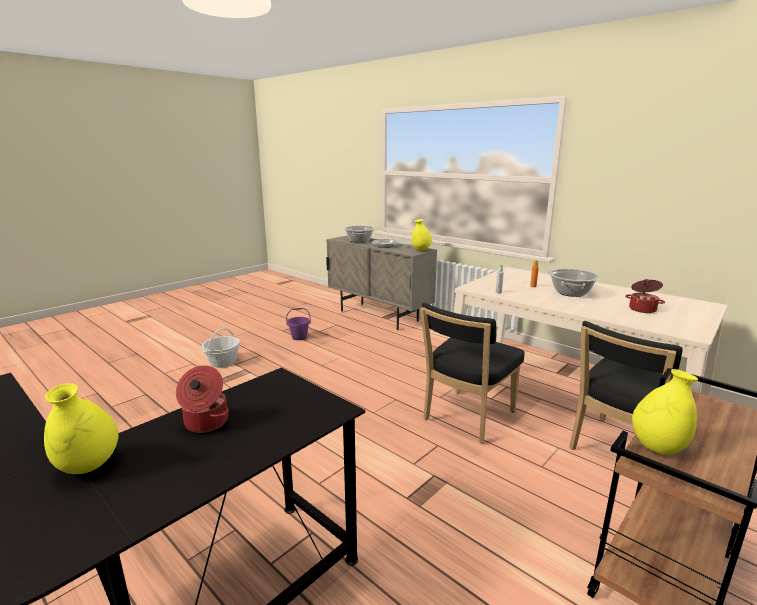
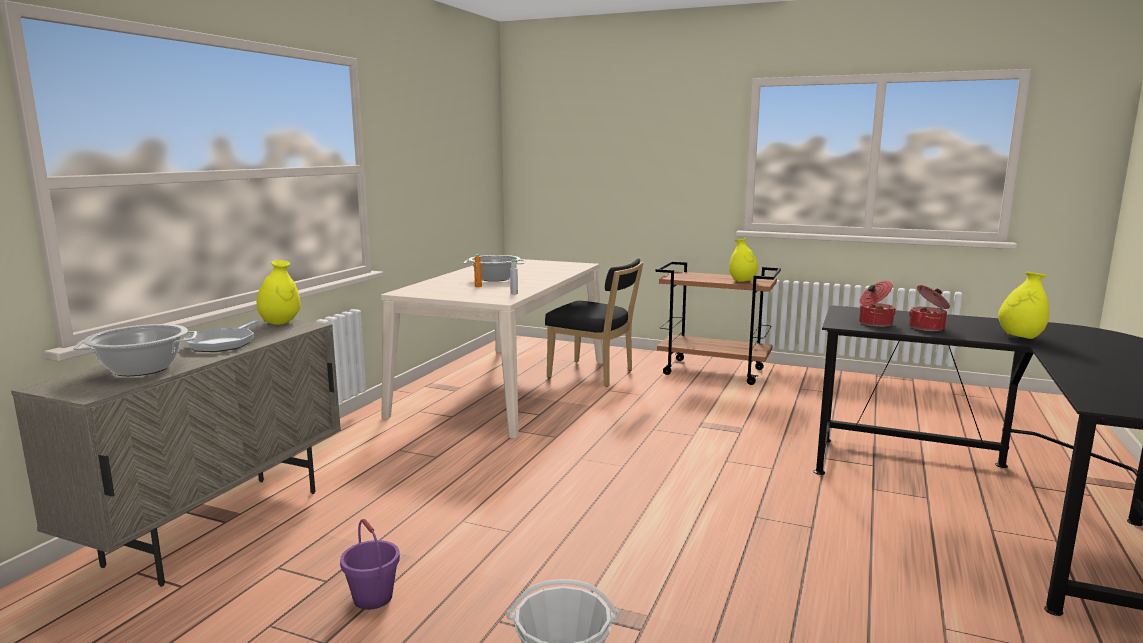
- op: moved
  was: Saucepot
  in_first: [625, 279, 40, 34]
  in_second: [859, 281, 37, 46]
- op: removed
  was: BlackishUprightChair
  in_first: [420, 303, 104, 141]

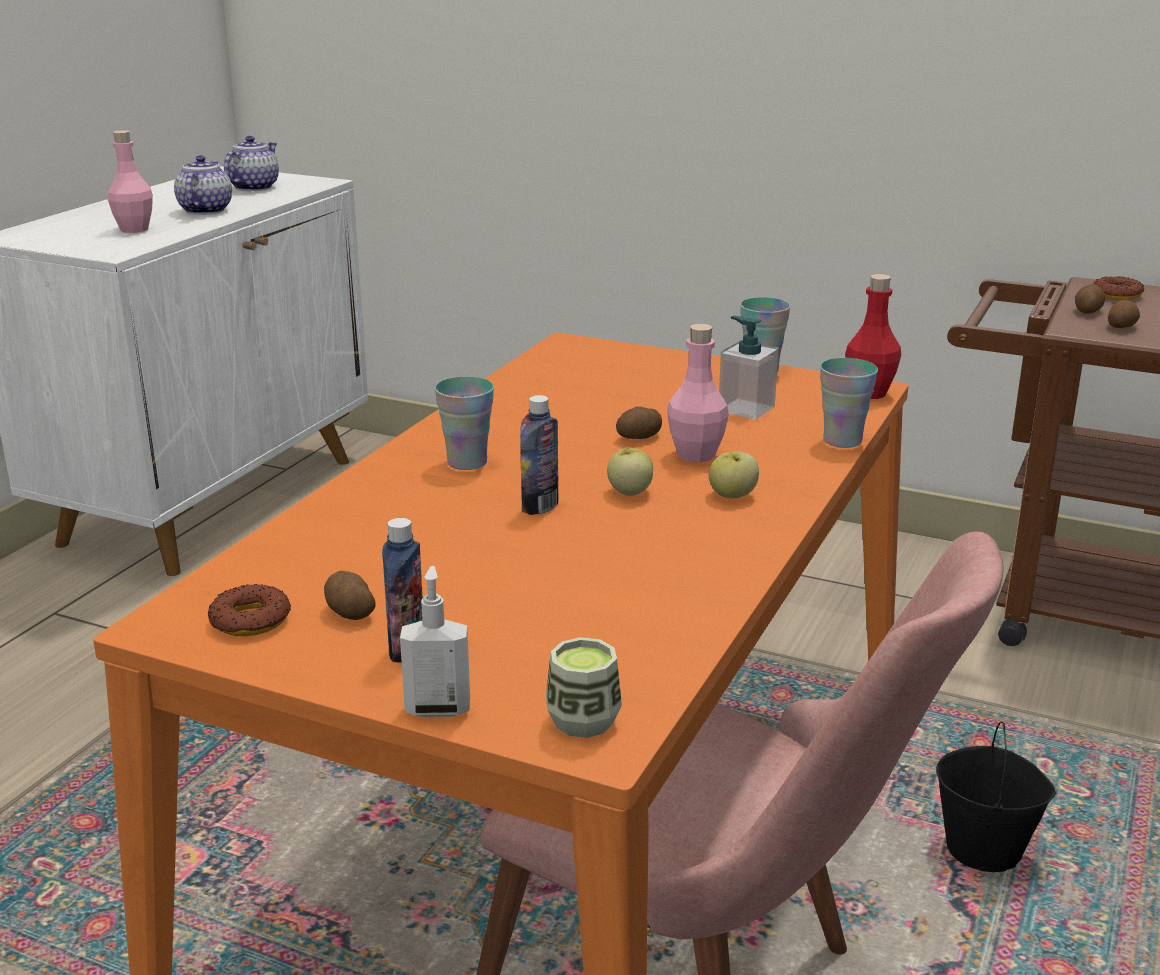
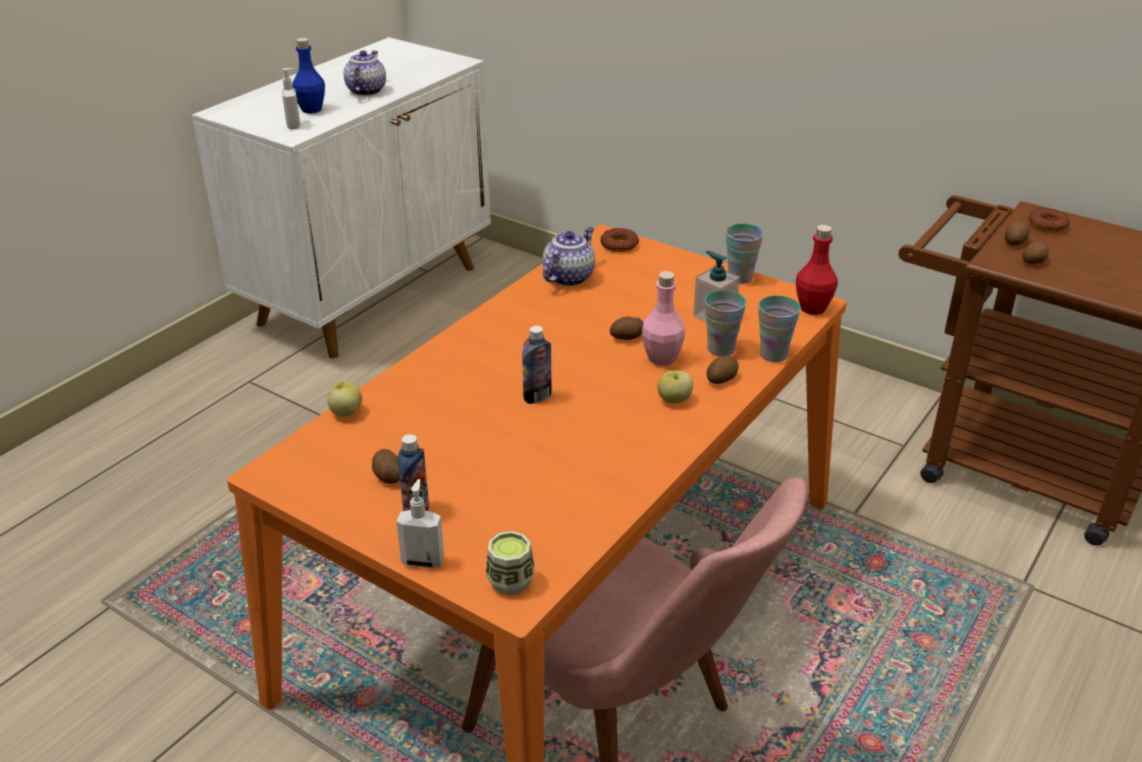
- op: added
  now: SoapBottle
  in_second: [282, 68, 19, 61]
- op: recoloured
  was: PinkColouredDrinkBottle
  now: BlueColouredDrinkBottle
  in_first: [108, 130, 45, 103]
  in_second: [292, 38, 33, 76]
- op: moved
  was: WholeApple
  in_first: [607, 447, 46, 49]
  in_second: [327, 381, 35, 36]
- op: moved
  was: PotForTea
  in_first: [224, 136, 55, 55]
  in_second: [543, 227, 52, 59]
- op: moved
  was: Donut
  in_first: [208, 584, 83, 52]
  in_second: [600, 228, 39, 24]
- op: moved
  was: DrinkingCup
  in_first: [435, 376, 59, 94]
  in_second: [705, 290, 41, 66]
- op: added
  now: WholePotato
  in_second: [707, 355, 32, 29]
- op: removed
  was: BlackishBucket
  in_first: [936, 721, 120, 151]

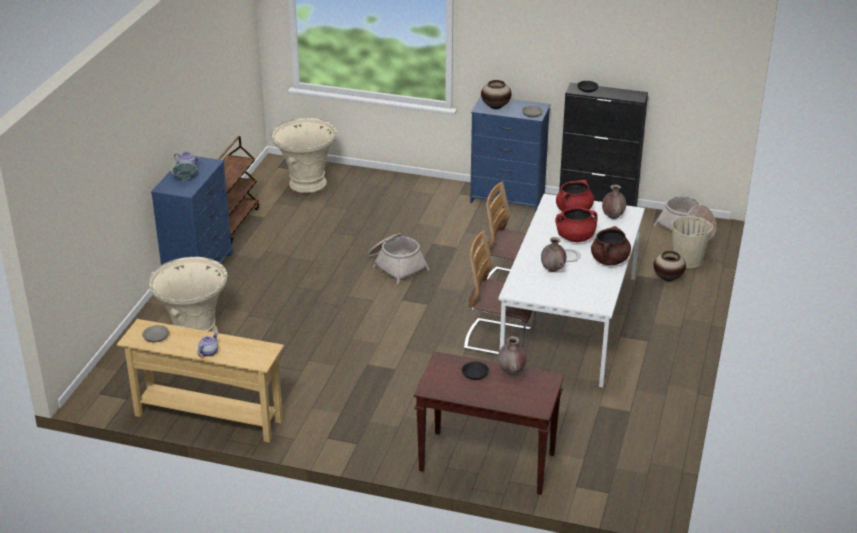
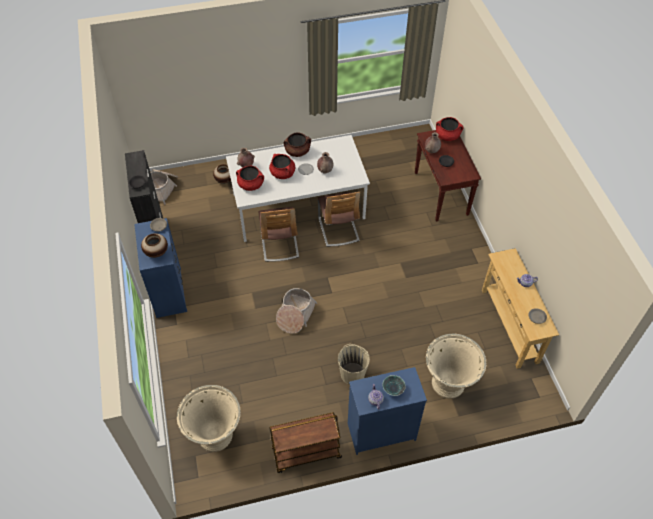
- op: moved
  was: SandColouredBucket
  in_first: [672, 214, 42, 54]
  in_second: [338, 344, 32, 41]
- op: added
  now: ReddishSaucepot
  in_second: [436, 117, 27, 24]

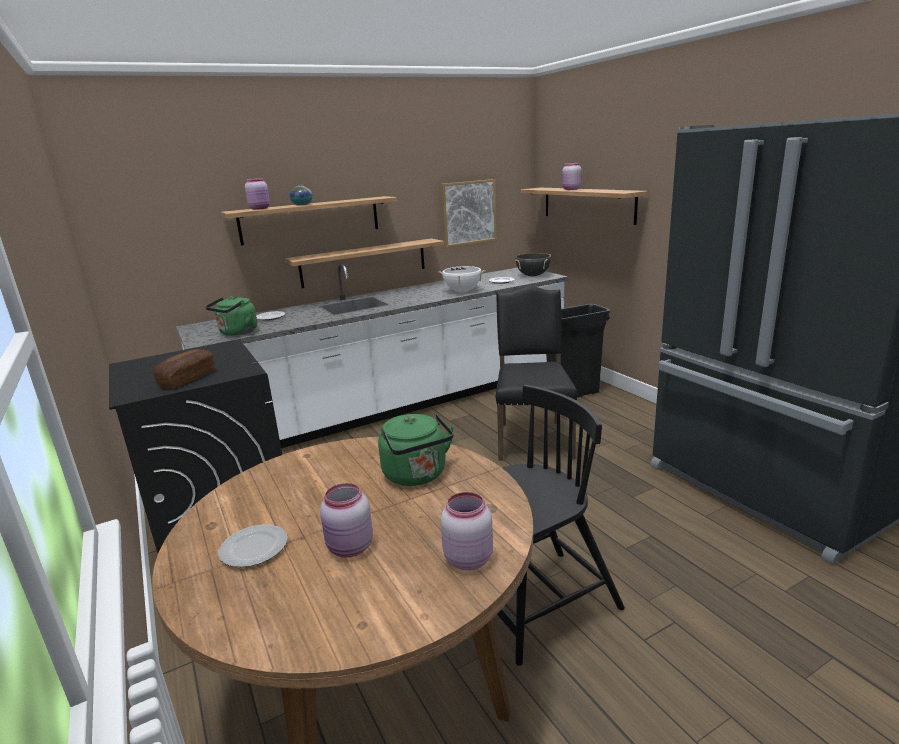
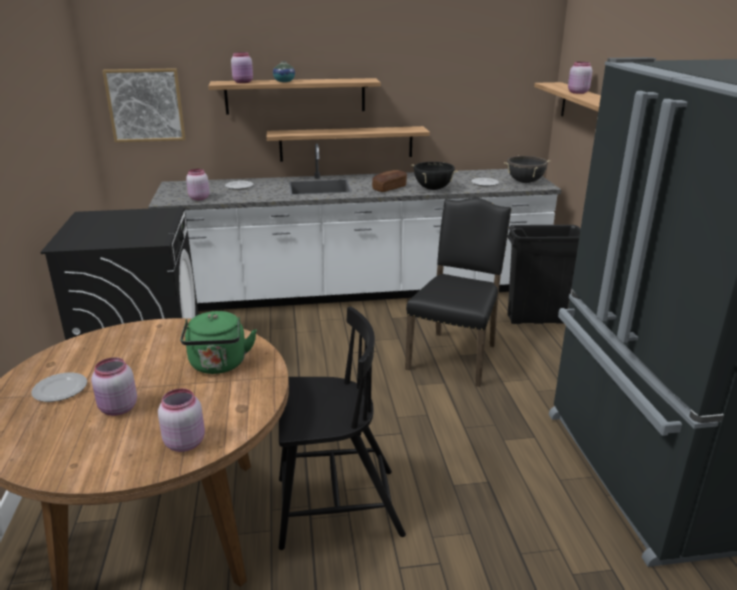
- op: moved
  was: Picture
  in_first: [441, 179, 56, 68]
  in_second: [102, 68, 83, 74]
- op: replaced
  was: GreenColouredWaterKettle
  now: PinkColouredJar
  in_first: [205, 296, 52, 40]
  in_second: [186, 169, 24, 31]
- op: moved
  was: BakeryBread
  in_first: [153, 349, 62, 39]
  in_second: [372, 170, 35, 22]
- op: recoloured
  was: WhitishSaucepot
  now: BlackishSaucepot
  in_first: [438, 266, 48, 26]
  in_second: [411, 162, 47, 28]

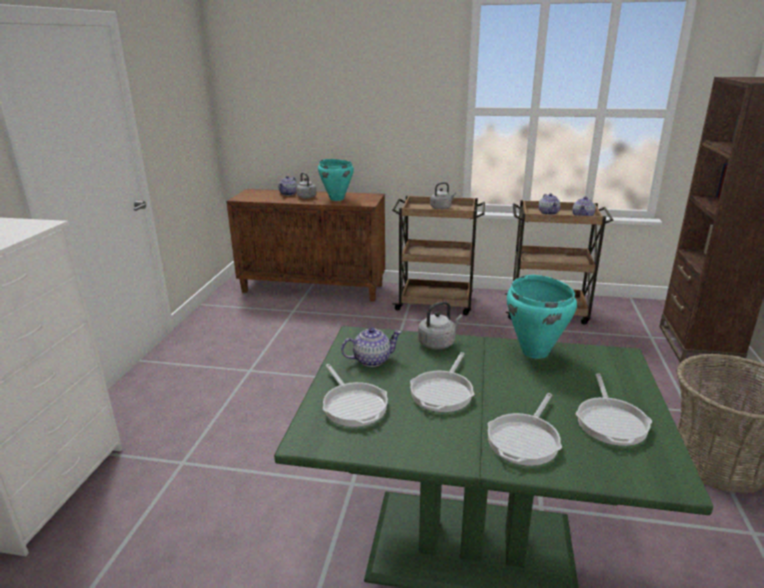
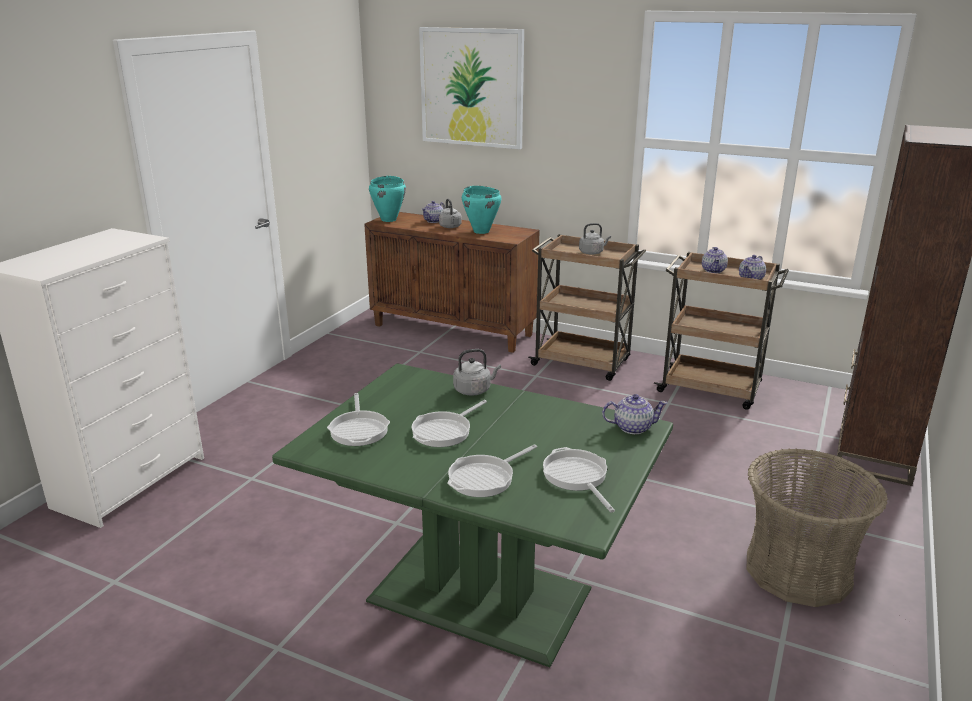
- op: moved
  was: BlueGreenSaucepot
  in_first: [507, 275, 70, 84]
  in_second: [369, 176, 37, 46]
- op: added
  now: Picture
  in_second: [419, 27, 105, 122]
- op: turned
  was: Skillet
  in_first: [576, 373, 76, 73]
  in_second: [543, 447, 72, 66]
  clockwise: 135
- op: moved
  was: PotForTea
  in_first: [341, 327, 61, 40]
  in_second: [602, 394, 65, 40]

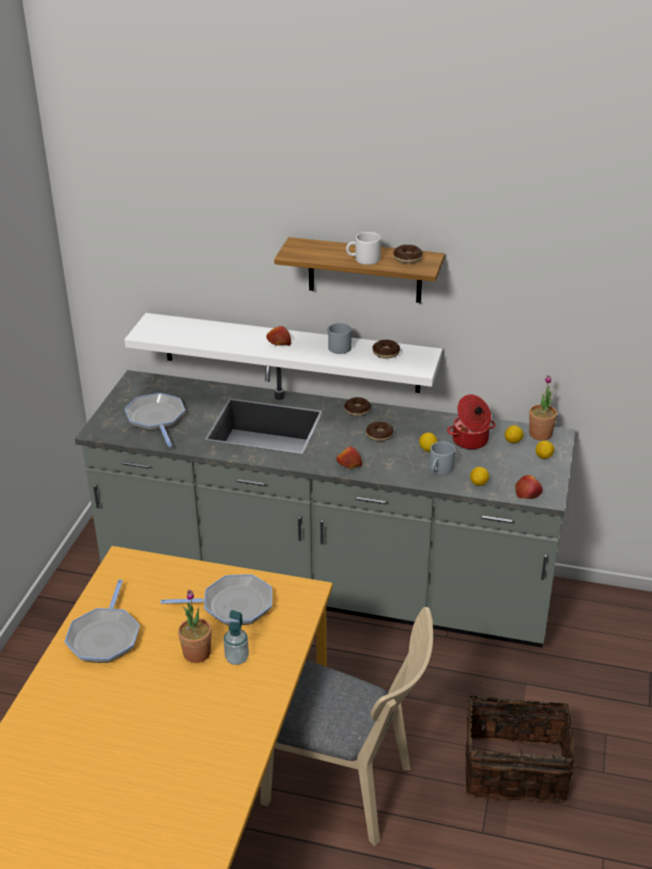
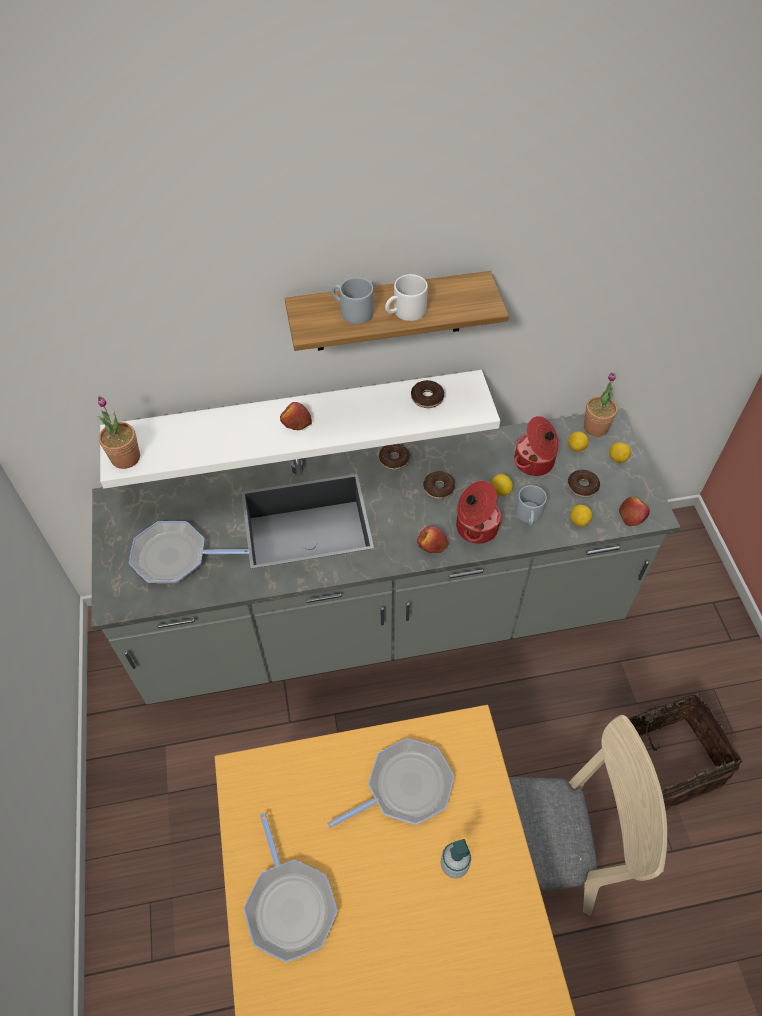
- op: moved
  was: PlantInAPot
  in_first: [178, 590, 34, 73]
  in_second: [97, 396, 43, 73]
- op: turned
  was: Skillet
  in_first: [125, 393, 60, 54]
  in_second: [129, 521, 121, 62]
  clockwise: -45
- op: moved
  was: GreyMug
  in_first: [327, 323, 25, 31]
  in_second: [332, 277, 42, 47]
- op: added
  now: Saucepot
  in_second: [456, 481, 46, 63]
- op: moved
  was: Donut
  in_first: [394, 245, 29, 18]
  in_second: [568, 470, 32, 27]

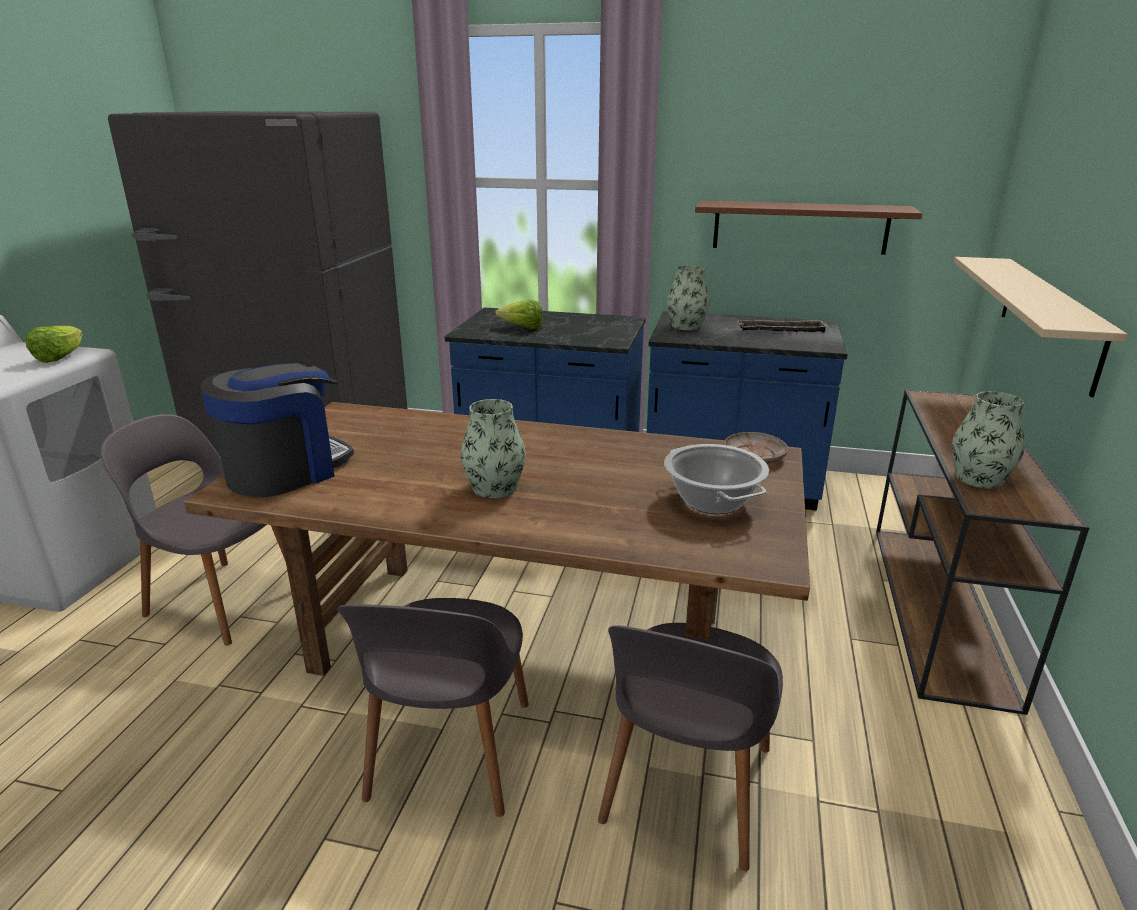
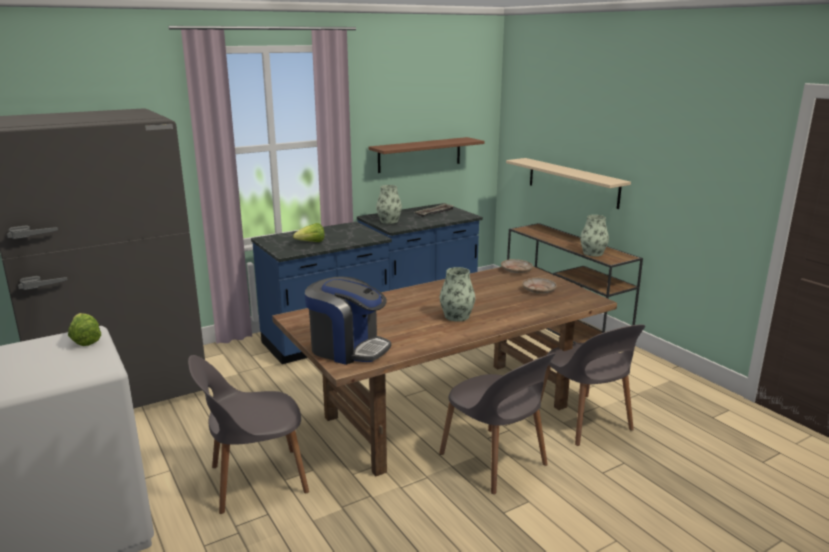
- op: turned
  was: CoffeeMachine
  in_first: [200, 361, 154, 136]
  in_second: [305, 276, 86, 89]
  clockwise: 120
- op: replaced
  was: Saucepot
  now: SandColouredFlatDish
  in_first: [664, 444, 105, 70]
  in_second: [522, 278, 35, 16]

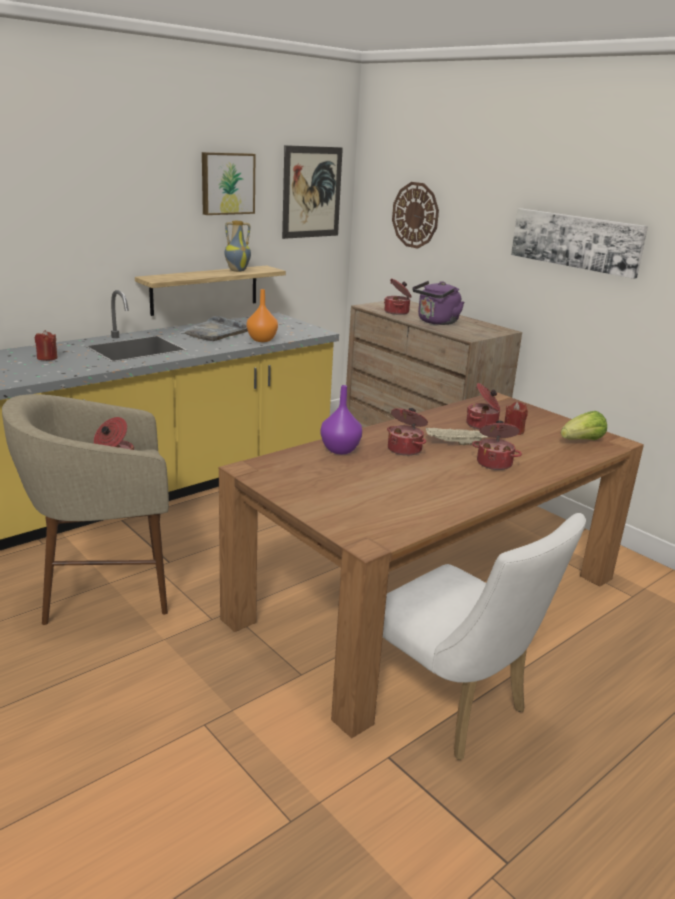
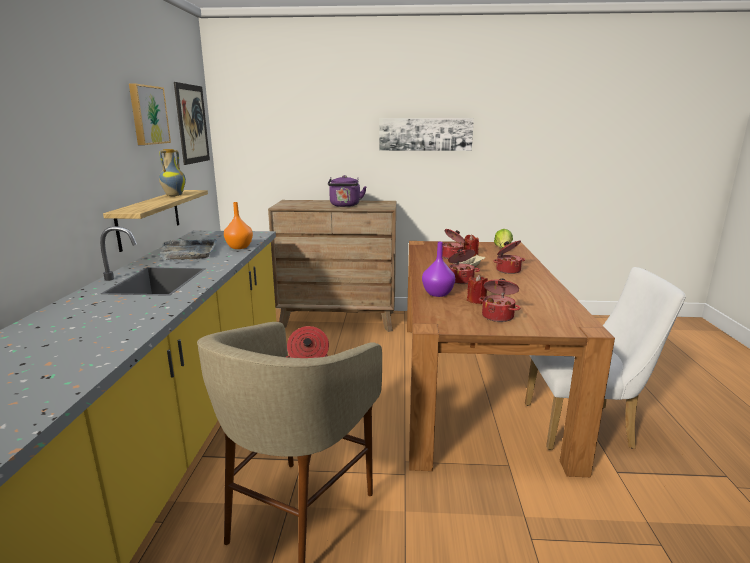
- op: moved
  was: ReddishWaxCandle
  in_first: [35, 330, 23, 31]
  in_second: [467, 274, 21, 30]
- op: moved
  was: Saucepot
  in_first: [384, 279, 28, 36]
  in_second: [479, 278, 41, 44]
- op: removed
  was: WallClock
  in_first: [392, 182, 47, 67]

